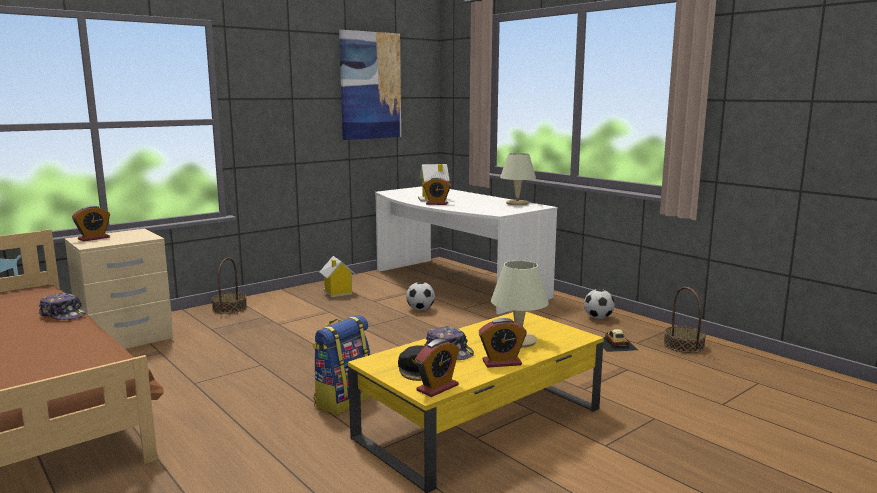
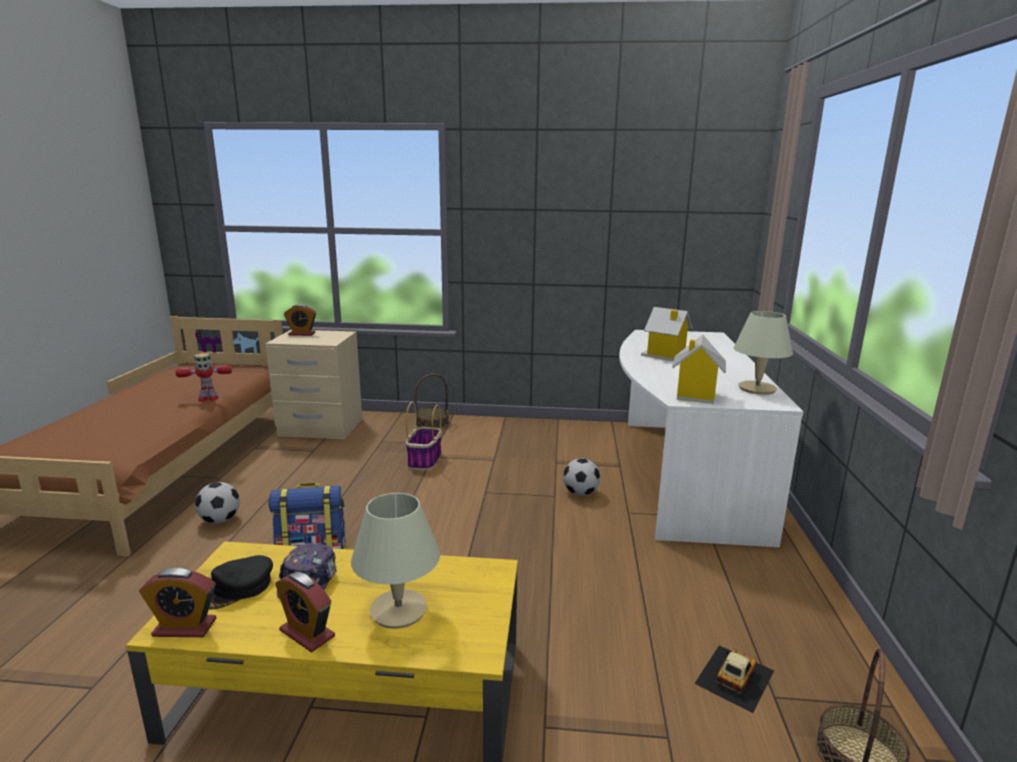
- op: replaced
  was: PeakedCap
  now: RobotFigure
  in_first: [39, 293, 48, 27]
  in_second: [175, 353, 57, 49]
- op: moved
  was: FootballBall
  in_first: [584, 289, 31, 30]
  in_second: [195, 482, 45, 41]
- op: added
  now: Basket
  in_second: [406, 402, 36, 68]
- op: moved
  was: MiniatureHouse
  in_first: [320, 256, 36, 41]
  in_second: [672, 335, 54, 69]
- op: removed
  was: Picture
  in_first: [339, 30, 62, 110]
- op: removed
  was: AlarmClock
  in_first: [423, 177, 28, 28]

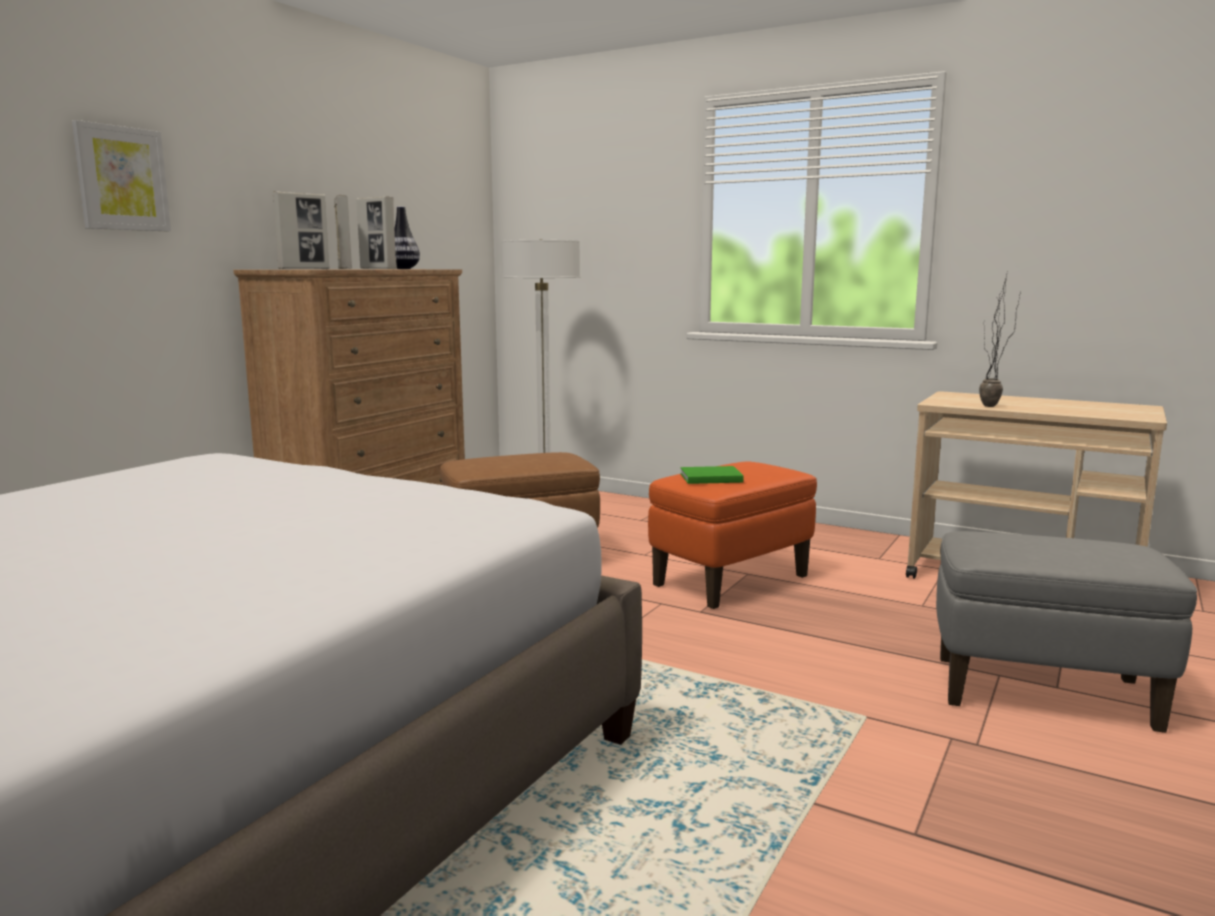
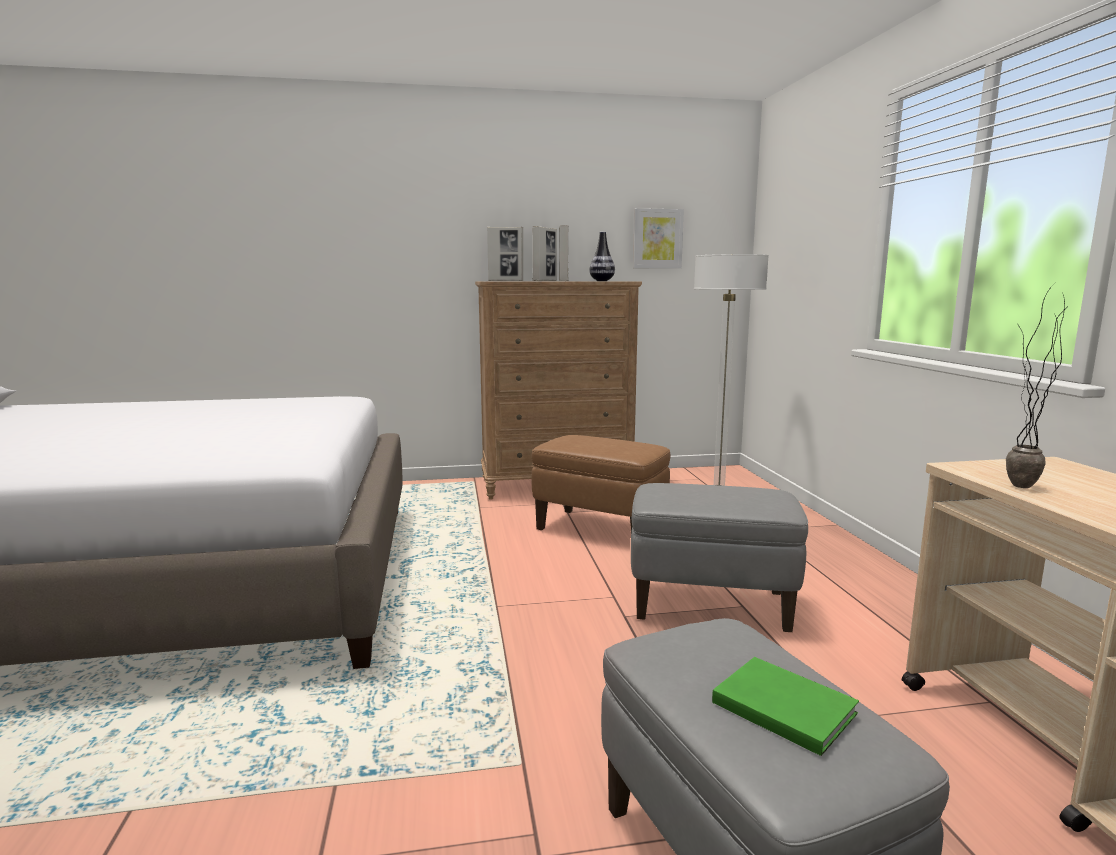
- op: recoloured
  was: OrangeyPouffe
  now: GreyPouffe
  in_first: [648, 462, 169, 147]
  in_second: [631, 483, 177, 149]
- op: moved
  was: Picture
  in_first: [72, 120, 99, 111]
  in_second: [633, 208, 51, 60]
- op: moved
  was: GreenColouredBoundBook
  in_first: [680, 466, 64, 18]
  in_second: [712, 657, 147, 99]

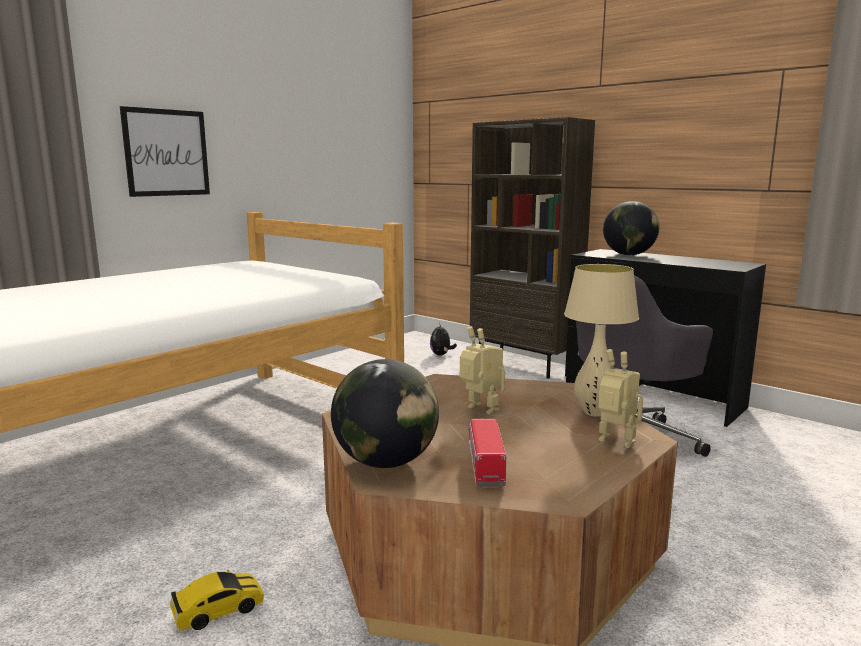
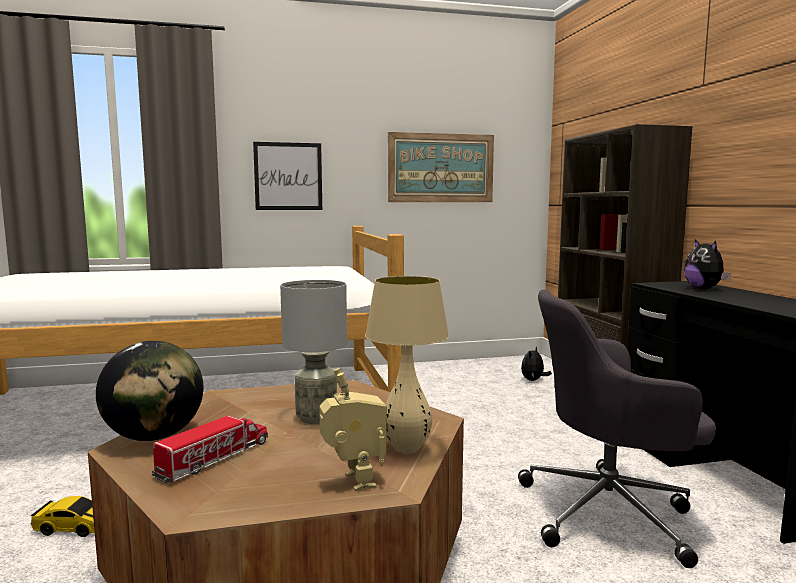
- op: replaced
  was: RobotFigure
  now: GreyTableLamp
  in_first: [460, 326, 45, 88]
  in_second: [280, 280, 67, 144]
- op: added
  now: Picture
  in_second: [388, 132, 106, 70]
- op: replaced
  was: Globe
  now: CuddlyToy
  in_first: [603, 201, 56, 54]
  in_second: [684, 240, 47, 49]

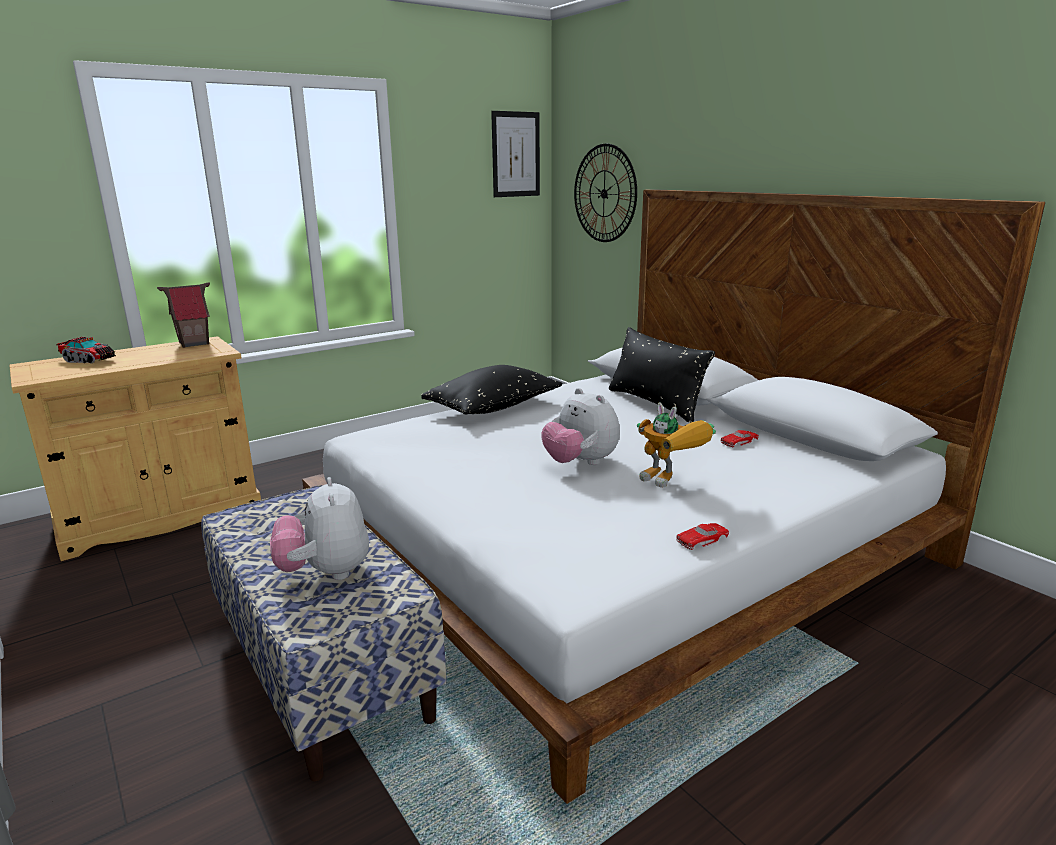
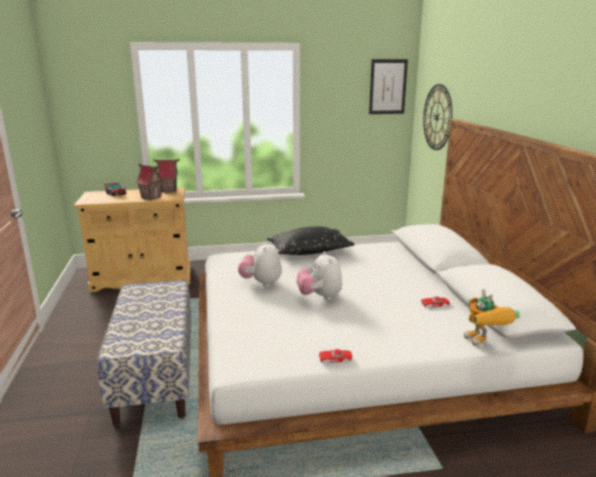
- op: added
  now: MiniatureHouse
  in_second: [135, 163, 29, 37]
- op: moved
  was: CuddlyToy
  in_first: [270, 477, 99, 103]
  in_second: [238, 241, 43, 46]
- op: moved
  was: RobotFigure
  in_first: [637, 402, 79, 86]
  in_second: [464, 289, 56, 57]
- op: removed
  was: BlackishCushion
  in_first: [609, 327, 106, 96]

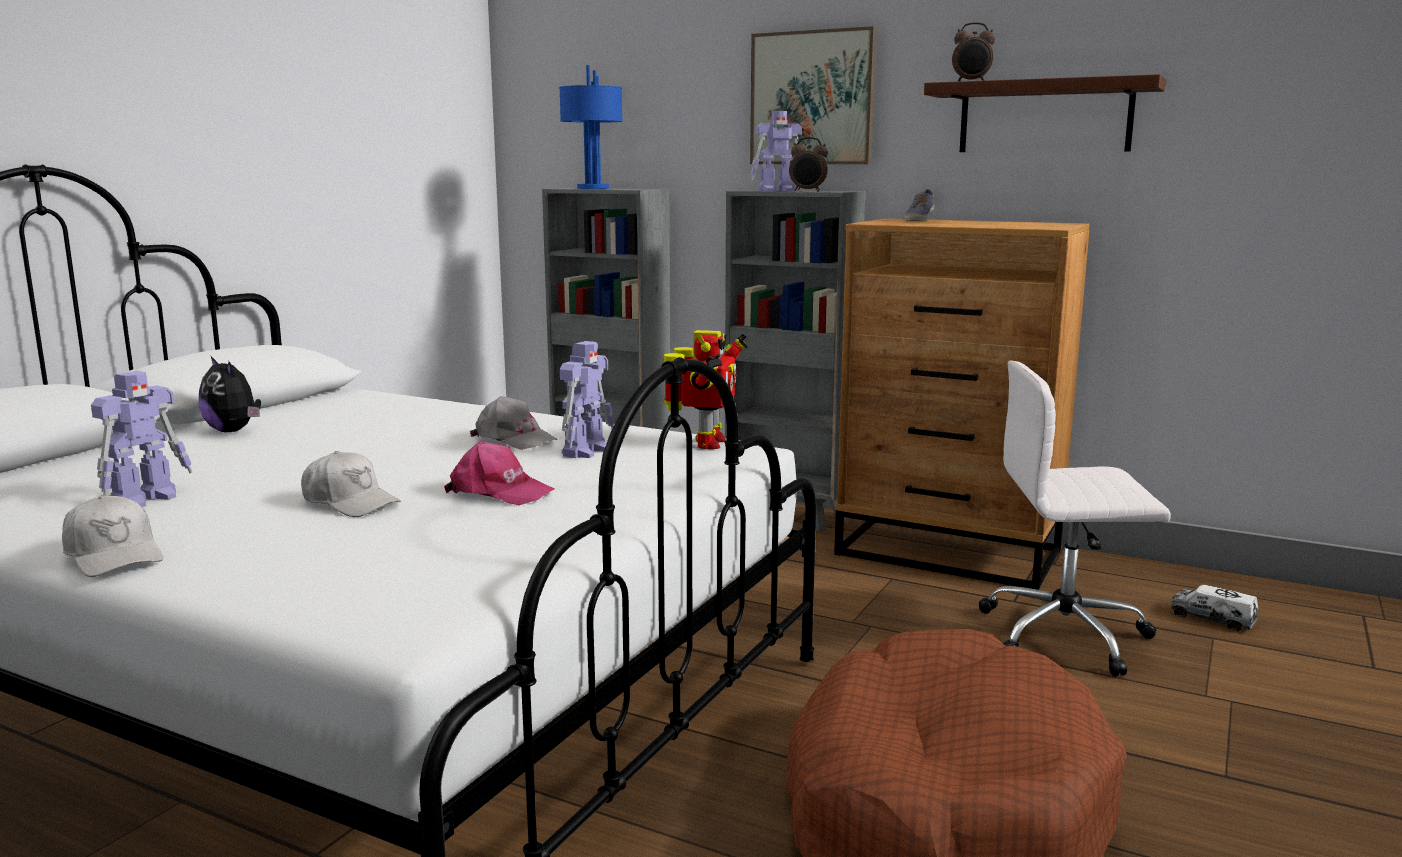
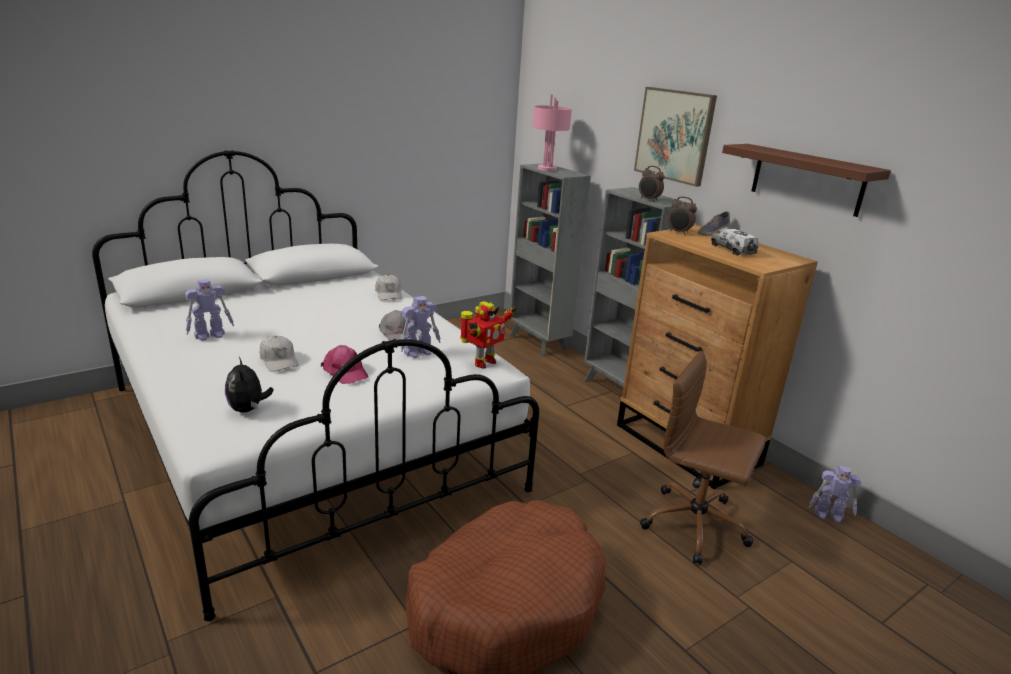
- op: moved
  was: CuddlyToy
  in_first: [199, 355, 62, 77]
  in_second: [225, 357, 49, 56]
- op: moved
  was: WhitishPeakedCap
  in_first: [62, 495, 101, 82]
  in_second: [375, 274, 27, 27]
- op: recoloured
  was: BlueColouredTableLamp
  now: PinkColouredTableLamp
  in_first: [559, 65, 64, 124]
  in_second: [532, 94, 40, 77]
- op: recoloured
  was: WhitishComputerChair
  now: BrownComputerChair
  in_first: [979, 360, 192, 317]
  in_second: [640, 351, 126, 214]
- op: moved
  was: AlarmClock
  in_first: [952, 22, 43, 59]
  in_second: [668, 197, 29, 38]
- op: moved
  was: ToyLorry
  in_first: [1171, 585, 88, 46]
  in_second: [711, 229, 47, 27]
- op: moved
  was: RobotFigure
  in_first: [751, 111, 51, 80]
  in_second: [809, 465, 52, 58]

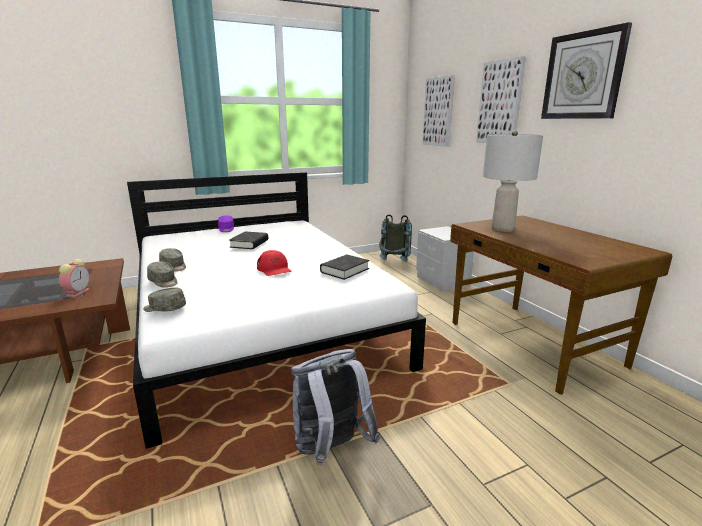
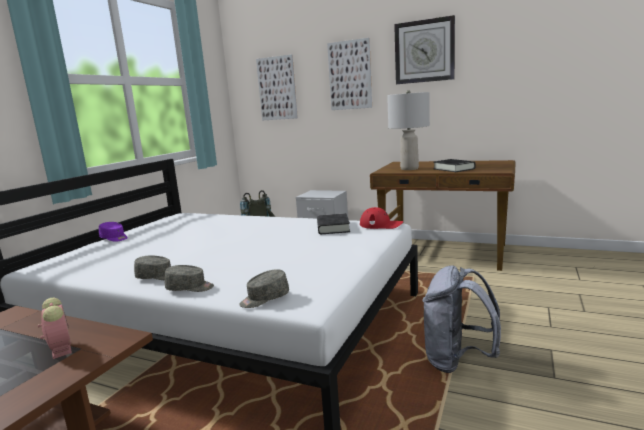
- op: moved
  was: ReddishPeakedCap
  in_first: [257, 250, 35, 26]
  in_second: [360, 207, 43, 22]
- op: moved
  was: BlackishBoundBook
  in_first: [229, 231, 39, 18]
  in_second: [433, 159, 43, 13]

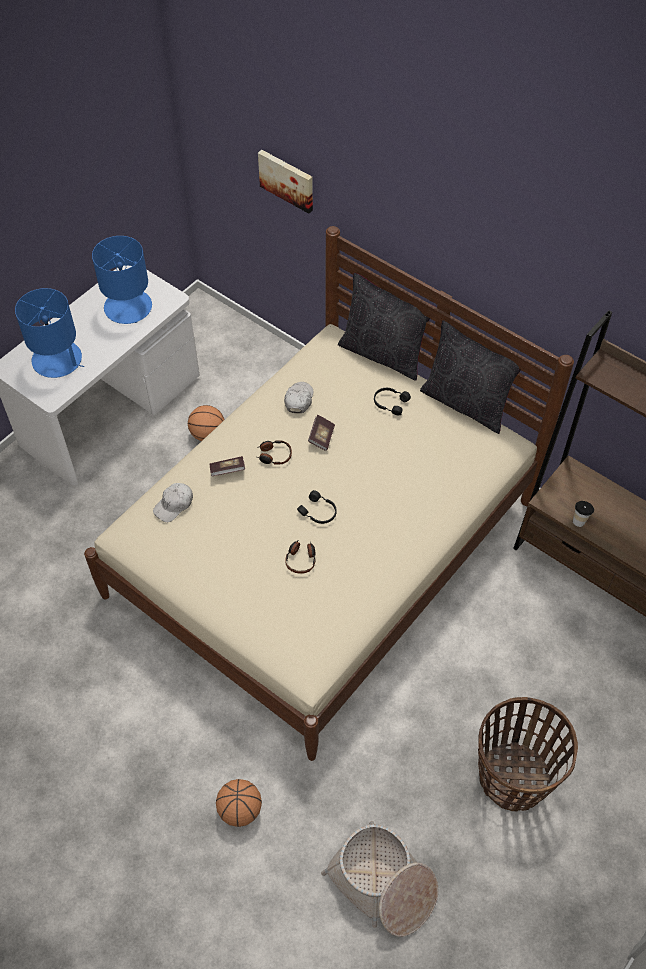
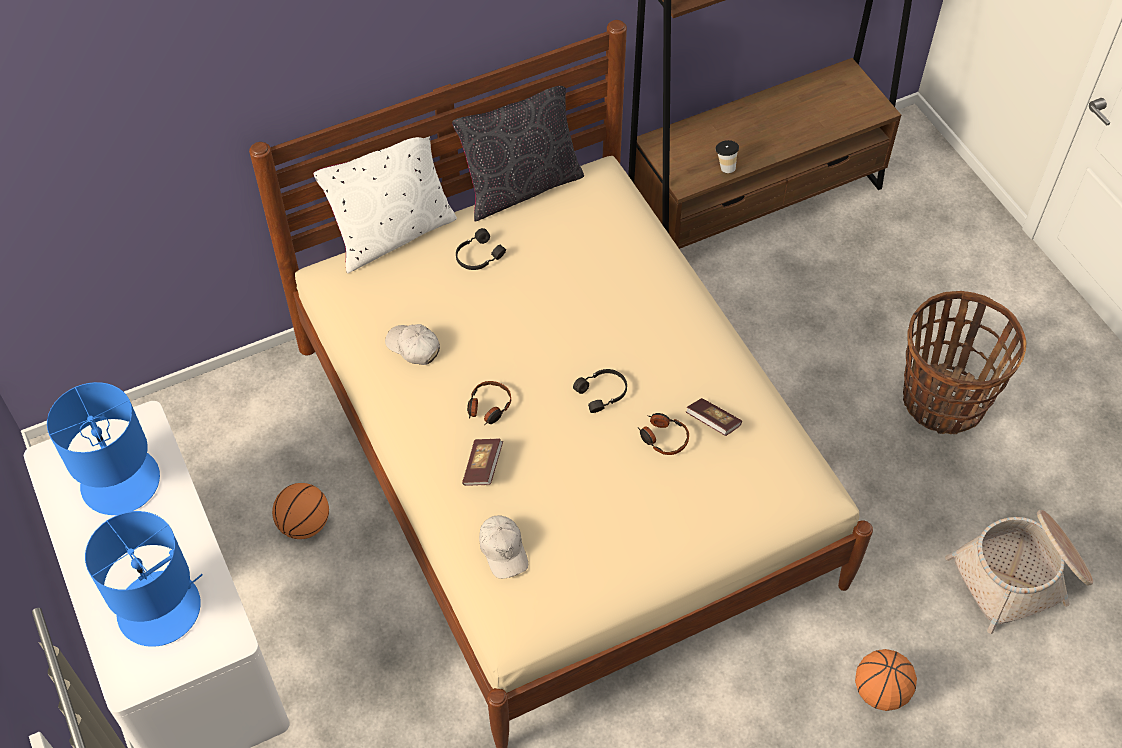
- op: recoloured
  was: BlackishCushion
  now: WhitishCushion
  in_first: [338, 273, 97, 108]
  in_second: [313, 136, 144, 137]
- op: moved
  was: BoundBook
  in_first: [308, 414, 27, 37]
  in_second: [686, 398, 56, 38]
- op: removed
  was: Picture
  in_first: [258, 150, 55, 64]

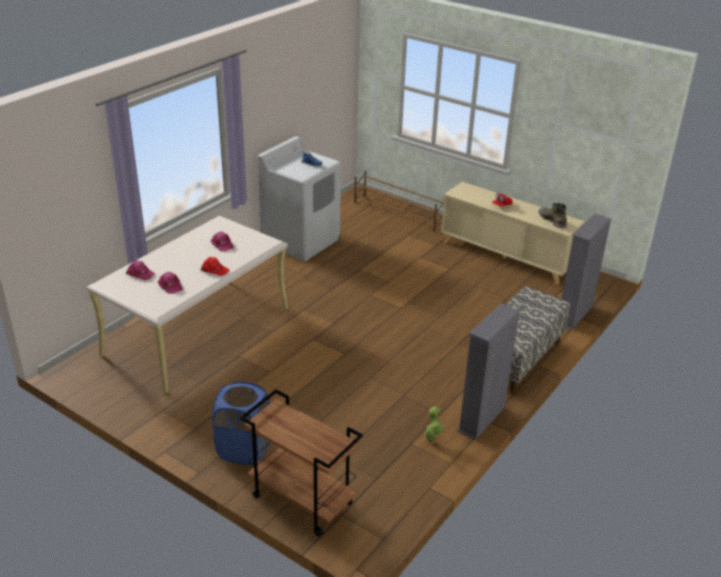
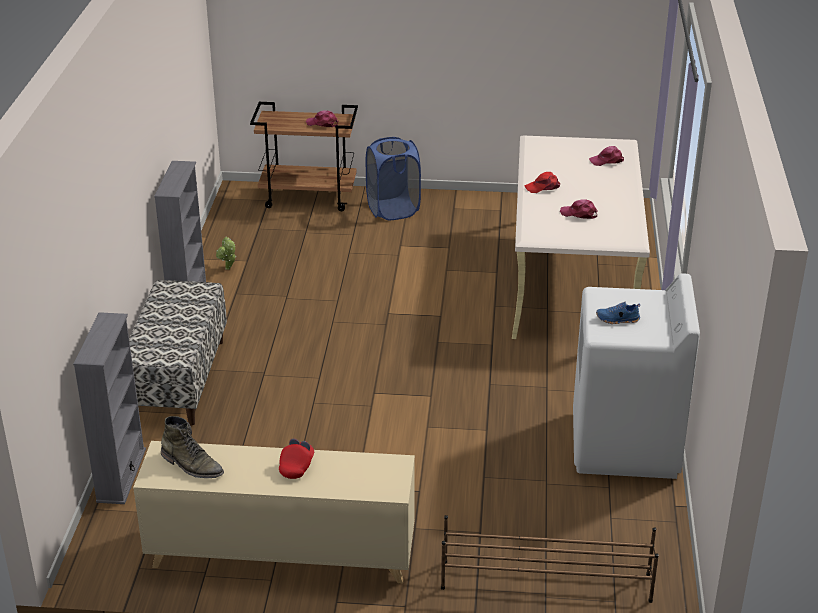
- op: moved
  was: PinkColouredPeakedCap
  in_first: [158, 272, 25, 22]
  in_second: [306, 111, 33, 16]

